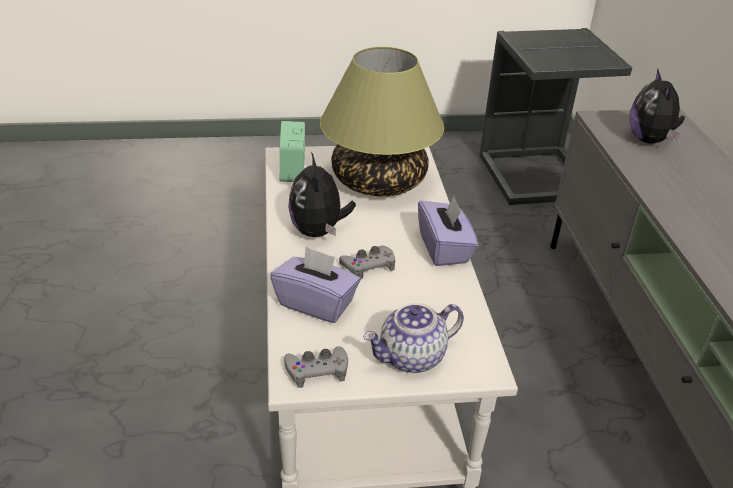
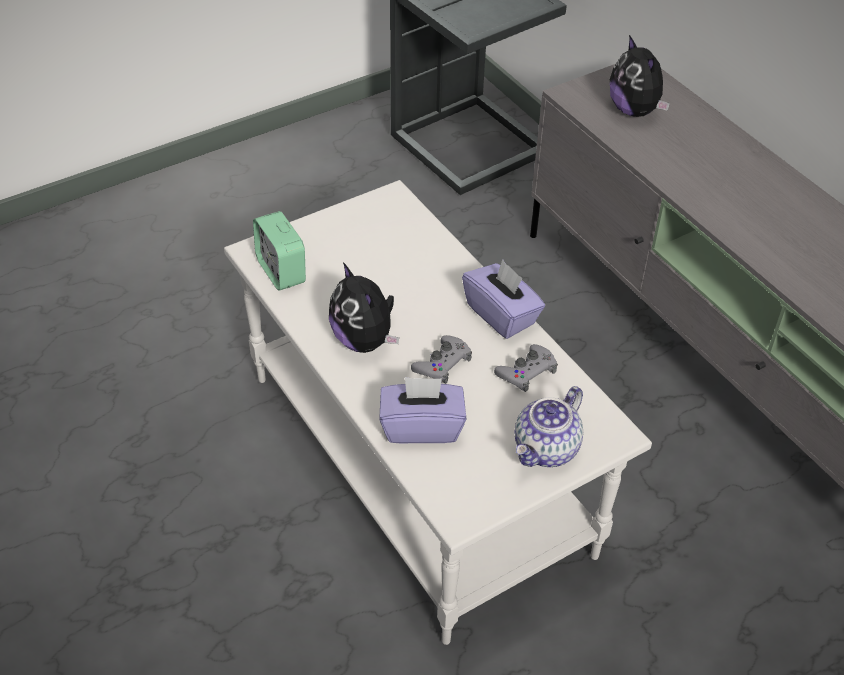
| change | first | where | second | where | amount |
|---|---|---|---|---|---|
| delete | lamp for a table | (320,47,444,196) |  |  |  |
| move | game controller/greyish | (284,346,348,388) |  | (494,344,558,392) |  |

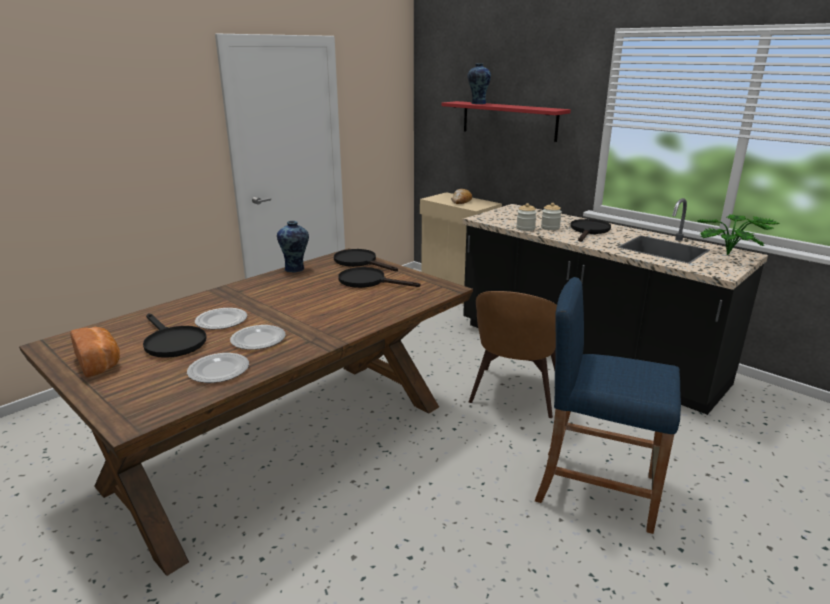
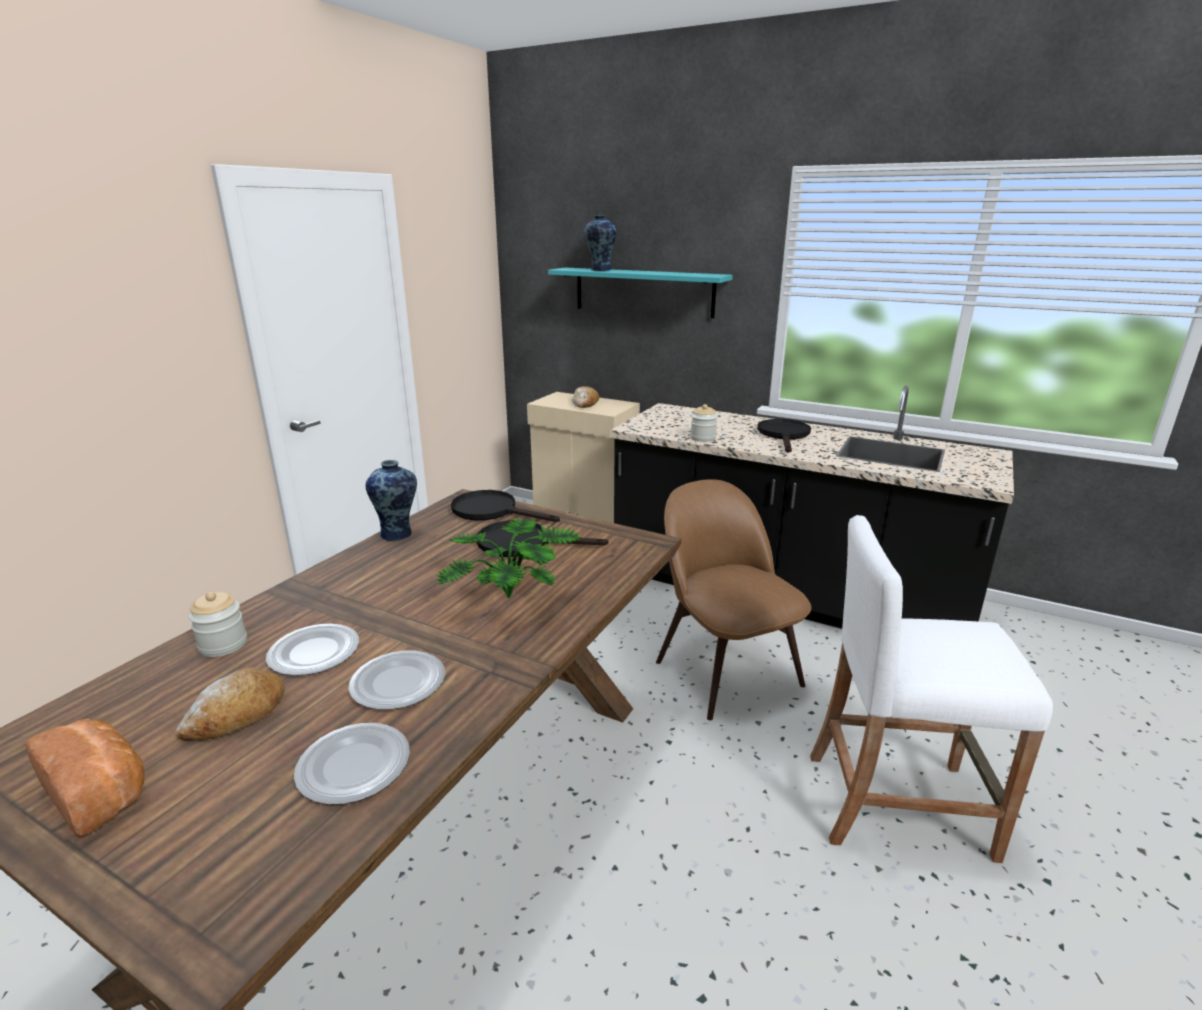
| change | first | where | second | where | amount |
|---|---|---|---|---|---|
| recolor | wall shelf/red | (442,101,571,142) | wall shelf/turquoise-coloured | (548,267,733,318) |  |
| move | jar | (541,203,562,230) |  | (188,592,247,657) |  |
| move | potted plant | (697,214,780,255) |  | (436,518,582,598) |  |
| recolor | sitting stool/blue-coloured | (535,277,681,534) | sitting stool/white | (810,515,1053,863) |  |
| rotate | plain chair/brownish | (469,291,557,418) |  | (656,479,811,720) | 150 degrees clockwise |
| replace | pan/black | (143,313,207,358) | bakery bread | (175,667,285,741) |  |

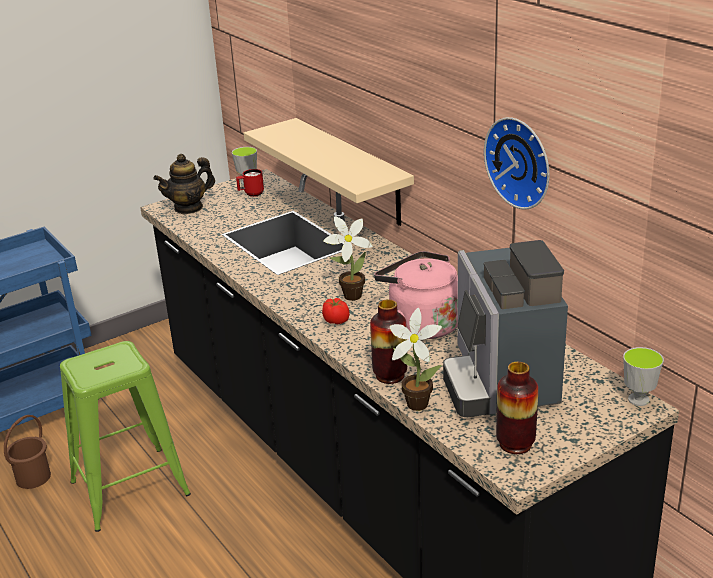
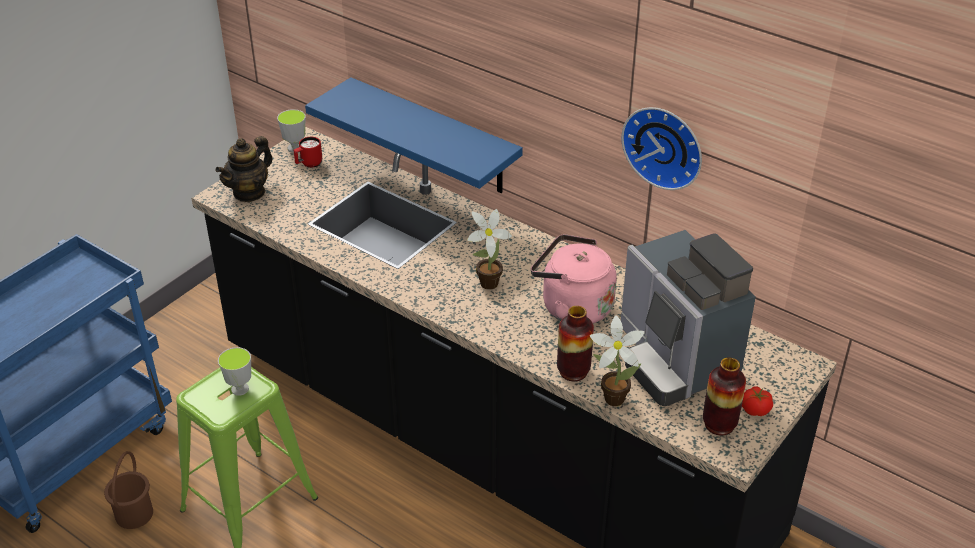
| change | first | where | second | where | amount |
|---|---|---|---|---|---|
| recolor | wall shelf/beige | (244,118,414,226) | wall shelf/blue-coloured | (305,77,523,193) |  |
| move | tomato | (322,298,350,324) |  | (742,387,773,416) |  |
| move | cup | (623,347,664,406) |  | (218,347,251,396) |  |

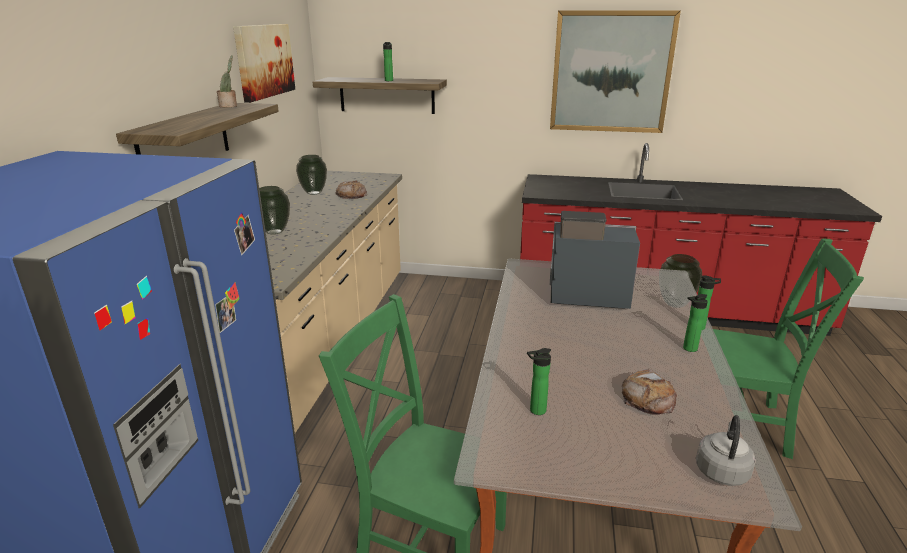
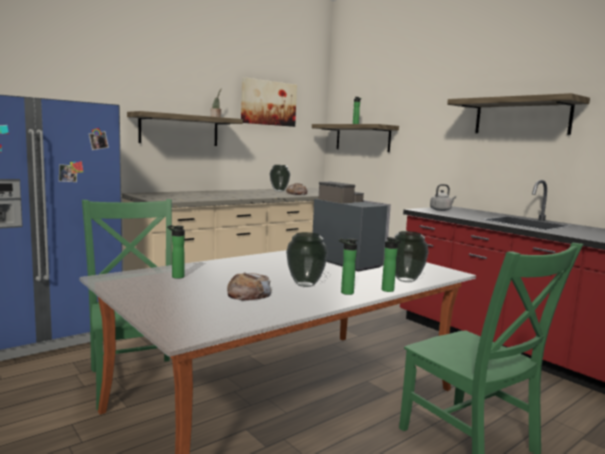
| change | first | where | second | where | amount |
|---|---|---|---|---|---|
| replace | wall picture | (550,10,681,133) | wall shelf | (447,93,590,135) |  |
| move | flower vase | (259,186,290,235) |  | (286,232,328,287) |  |
| move | tea kettle/greyish | (696,415,756,486) |  | (430,184,456,211) |  |

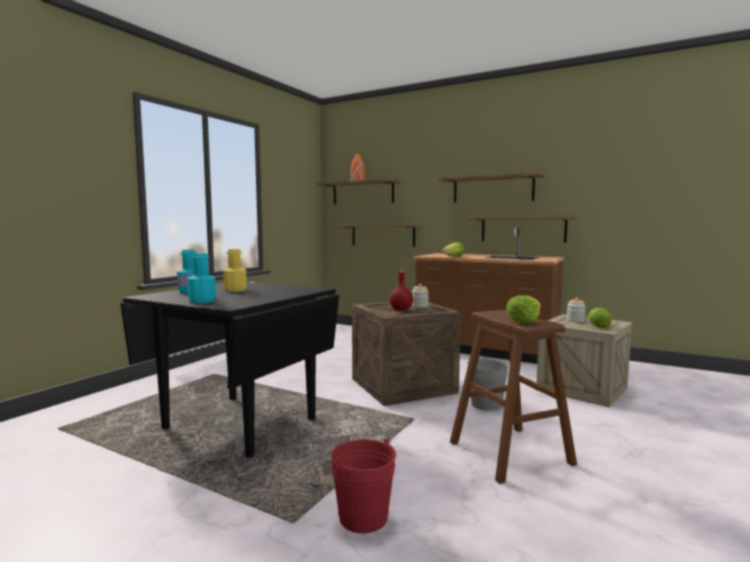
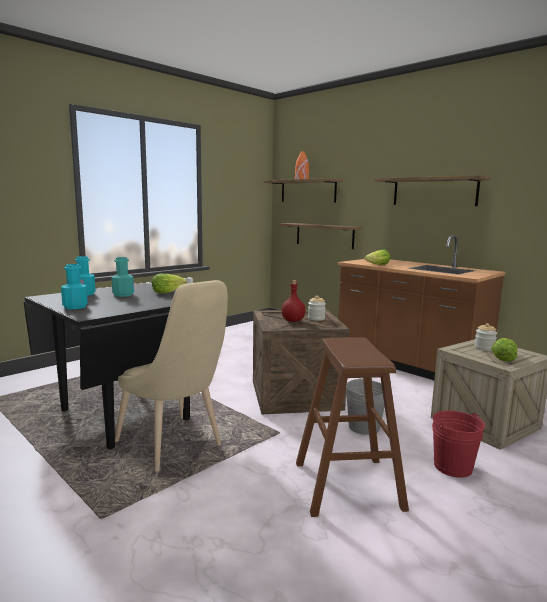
| change | first | where | second | where | amount |
|---|---|---|---|---|---|
| delete | wall shelf | (467,216,578,242) |  |  |  |
| recolor | drink bottle/yellowish | (223,249,247,292) | drink bottle/turquoise-coloured | (111,257,134,297) |  |
| move | head of lettuce | (506,295,541,324) |  | (152,273,187,294) |  |
| move | bucket/red | (331,439,396,533) |  | (432,411,485,478) |  |
| insert |  |  | plain chair/beige | (115,280,228,472) |  |

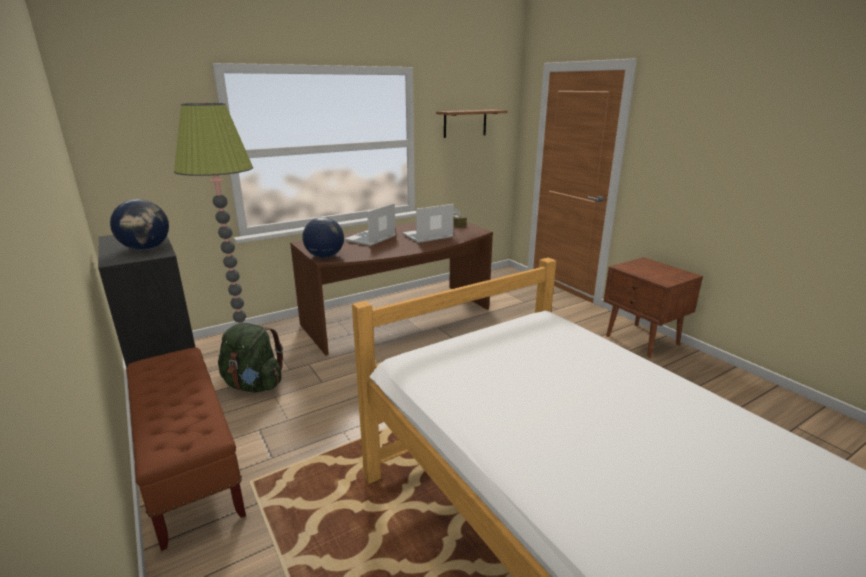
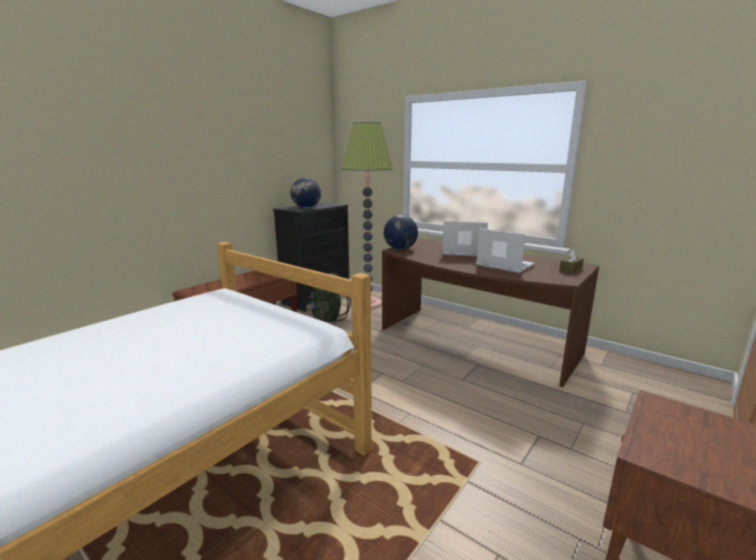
| change | first | where | second | where | amount |
|---|---|---|---|---|---|
| delete | wall shelf | (436,110,507,138) |  |  |  |

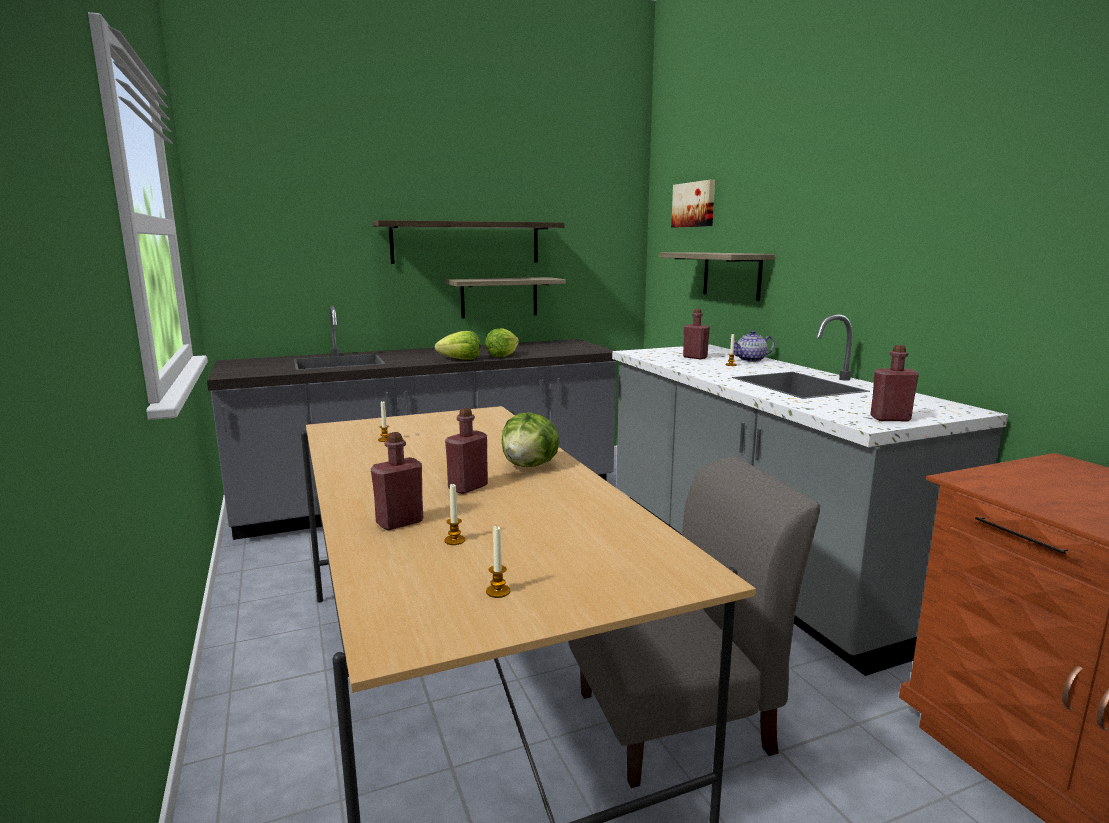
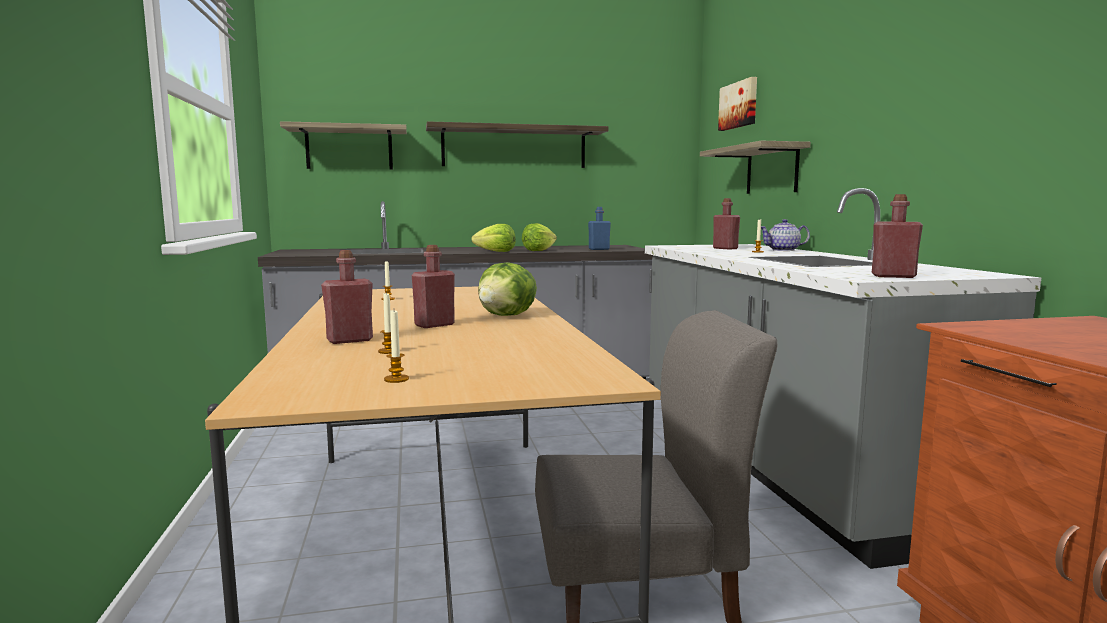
| change | first | where | second | where | amount |
|---|---|---|---|---|---|
| move | wall shelf | (446,277,566,318) |  | (280,121,407,170) |  |
| insert |  |  | drink bottle/blue-coloured | (588,207,611,250) |  |

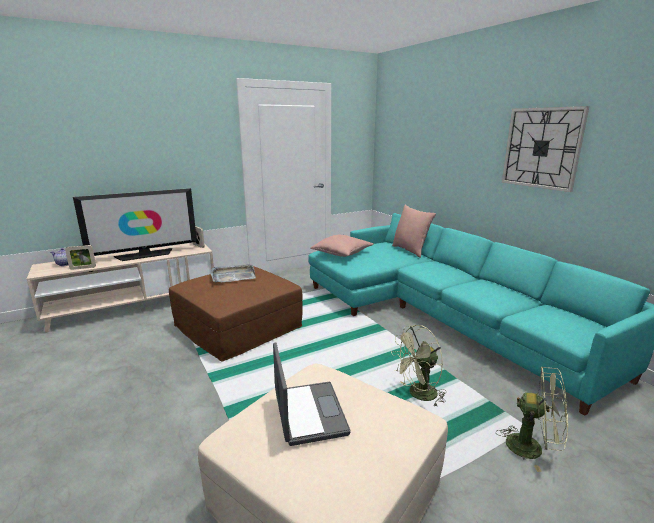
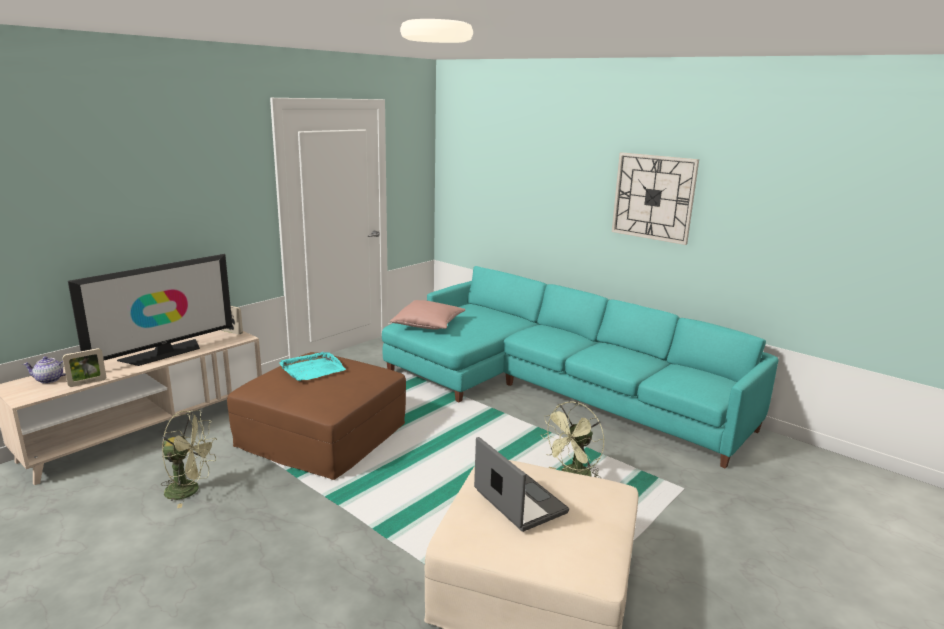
| change | first | where | second | where | amount |
|---|---|---|---|---|---|
| delete | pillow/pink | (392,205,436,258) |  |  |  |
| recolor | serving tray/greyish | (211,264,256,283) | serving tray/turquoise-coloured | (280,352,346,381) |  |
| move | fan/green-coloured | (496,366,568,472) |  | (161,410,217,508) |  |

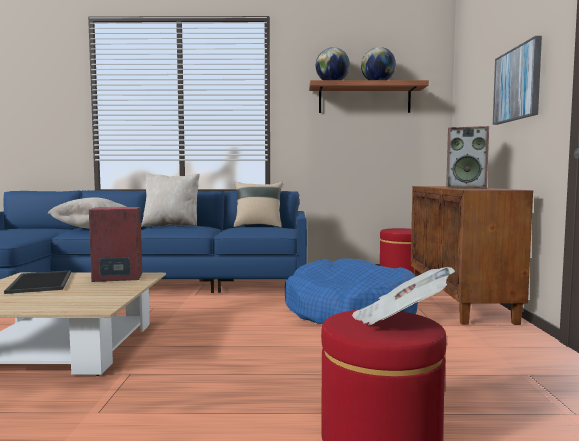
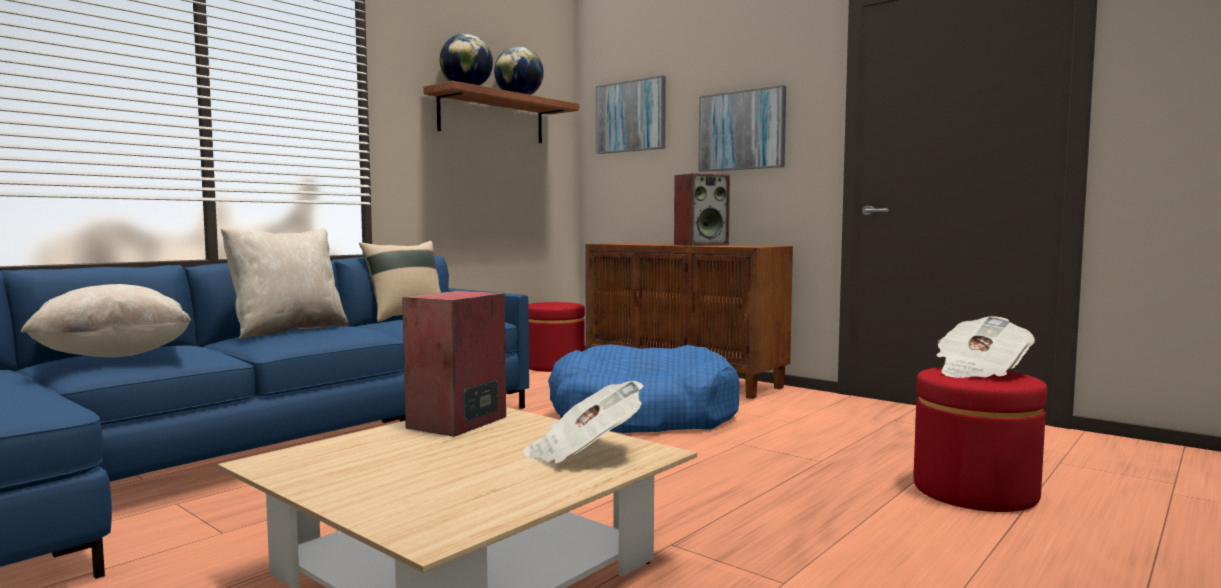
| change | first | where | second | where | amount |
|---|---|---|---|---|---|
| delete | serving tray | (4,271,71,294) |  |  |  |
| insert |  |  | wall picture | (596,75,666,154) |  |
| insert |  |  | printed paper | (522,381,644,463) |  |

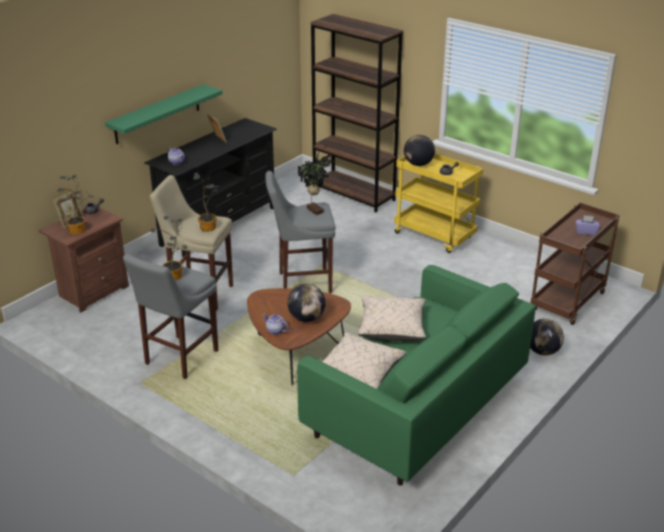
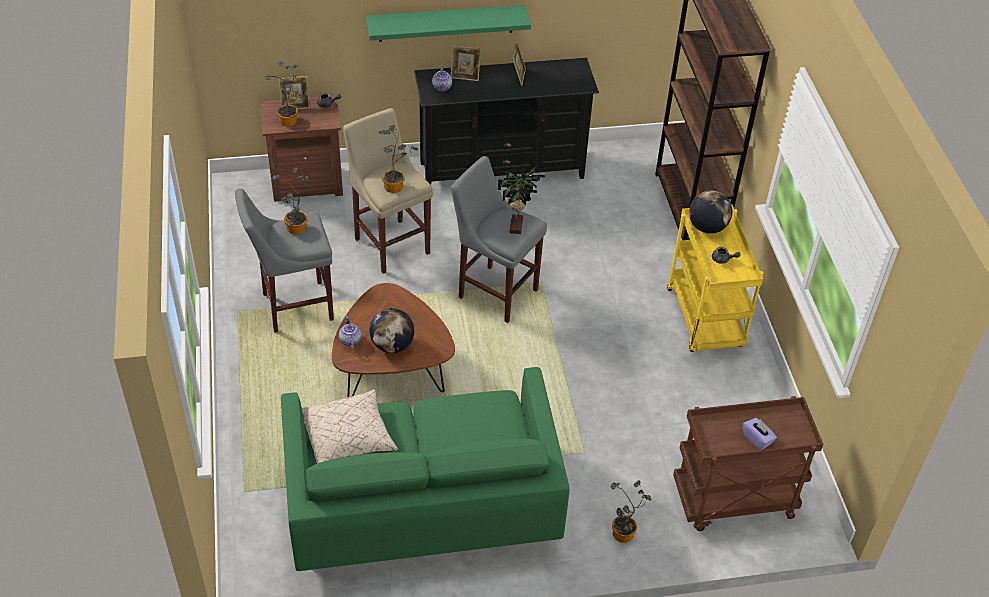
| change | first | where | second | where | amount |
|---|---|---|---|---|---|
| delete | pillow/beige | (358,296,426,341) |  |  |  |
| replace | world globe | (530,319,564,355) | potted plant | (610,480,652,543) |  |
| insert |  |  | standing frame | (451,46,481,81) |  |

